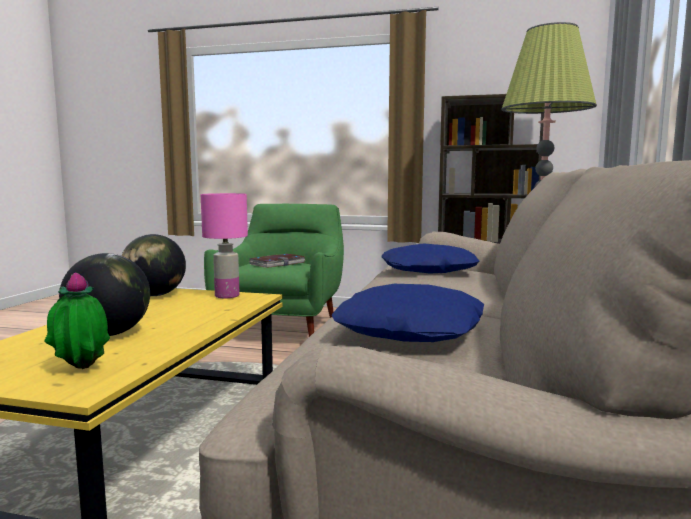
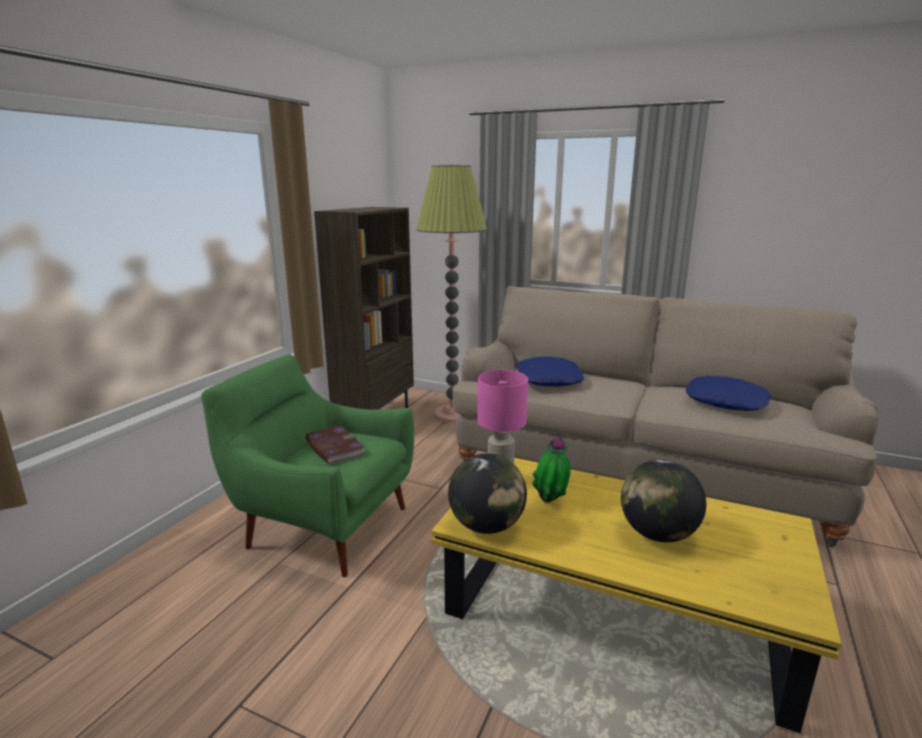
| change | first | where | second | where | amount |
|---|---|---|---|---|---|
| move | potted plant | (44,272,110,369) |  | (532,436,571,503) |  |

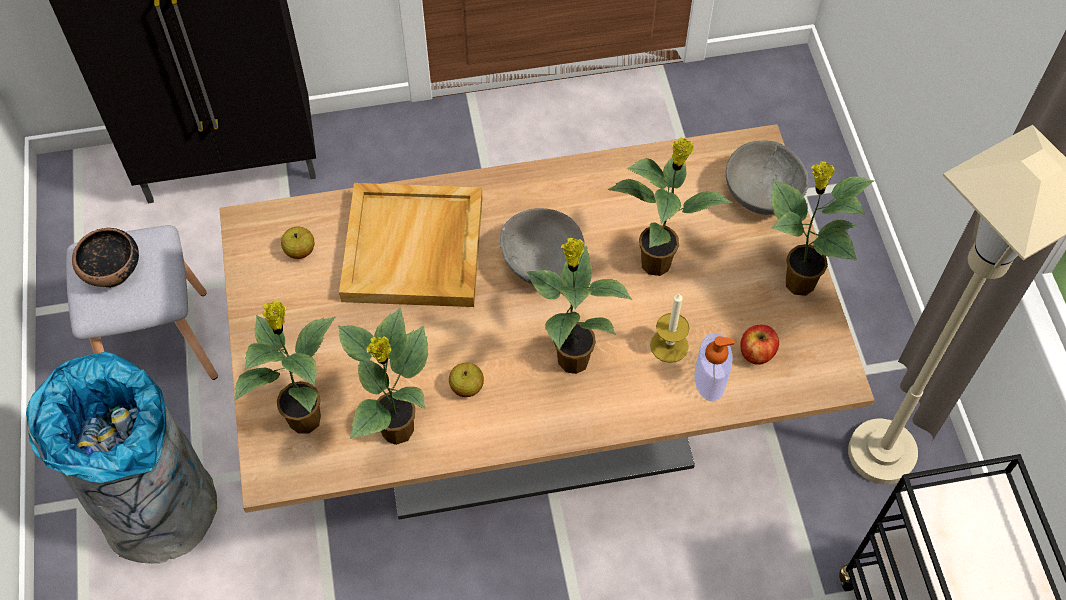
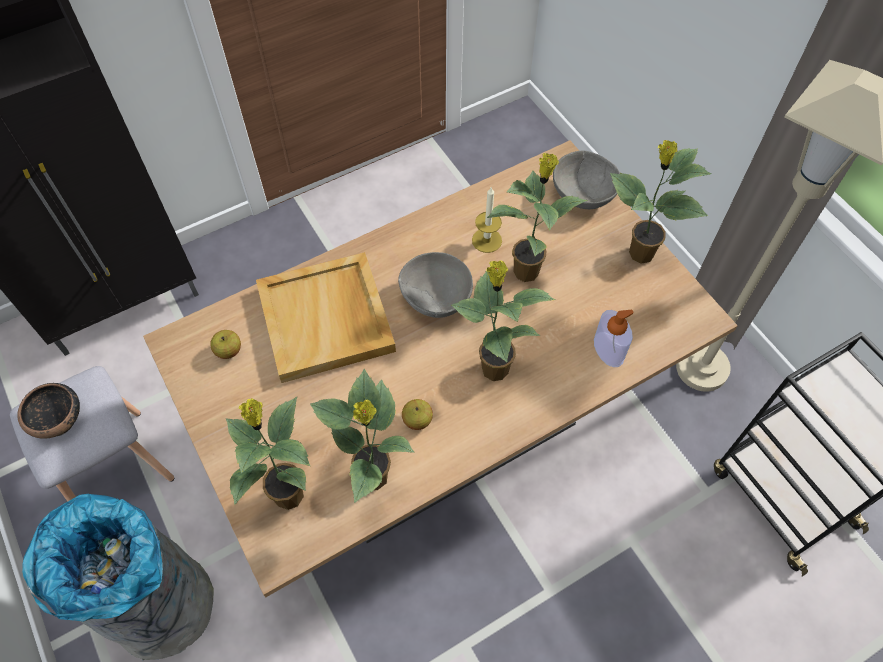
| change | first | where | second | where | amount |
|---|---|---|---|---|---|
| move | candle | (650,292,690,363) |  | (472,186,502,253) |  |
| delete | apple fruit | (740,325,779,365) |  |  |  |

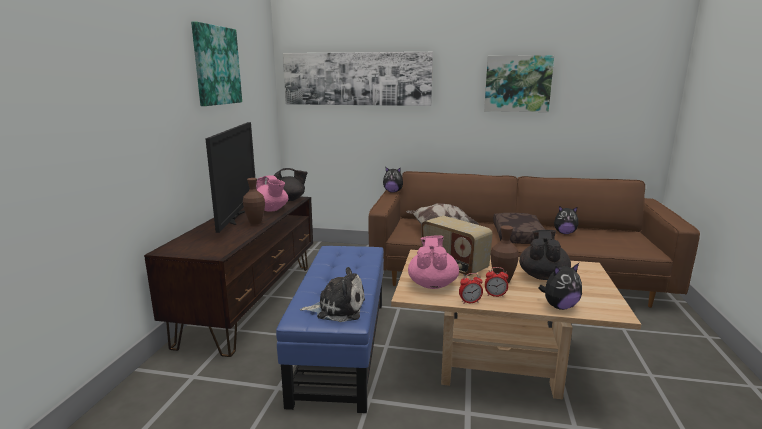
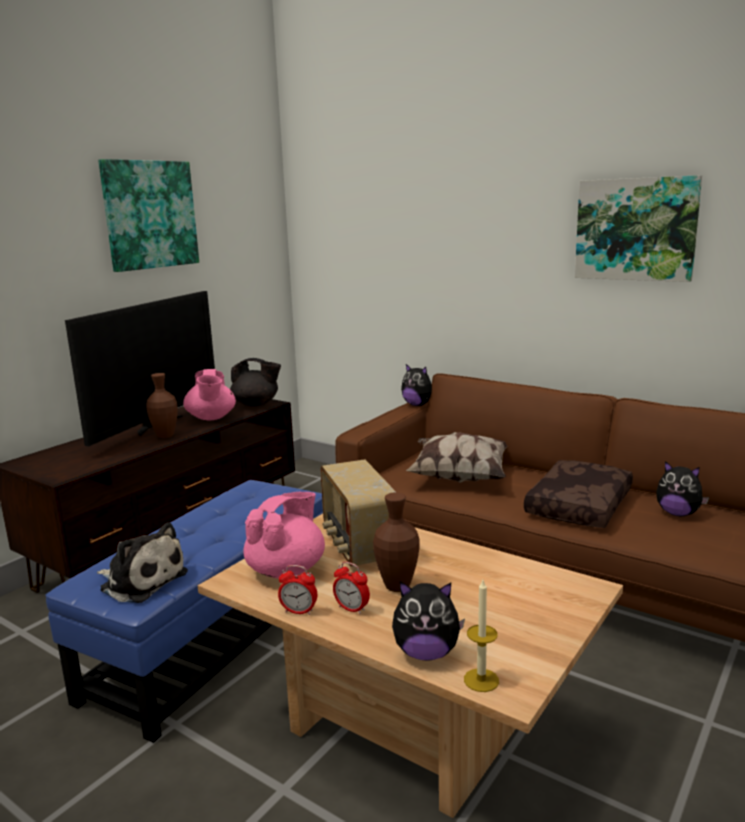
| change | first | where | second | where | amount |
|---|---|---|---|---|---|
| delete | wall picture | (283,52,433,106) |  |  |  |
| delete | tea pot/black | (519,230,571,280) |  |  |  |
| insert |  |  | candle | (464,580,499,692) |  |

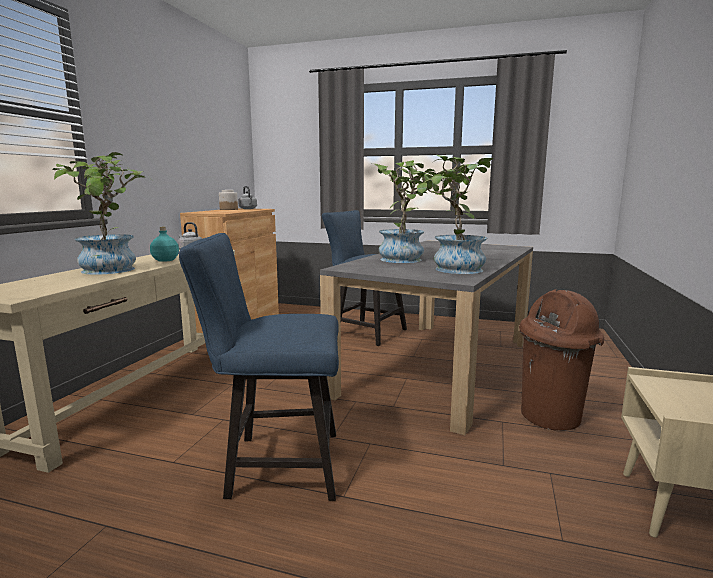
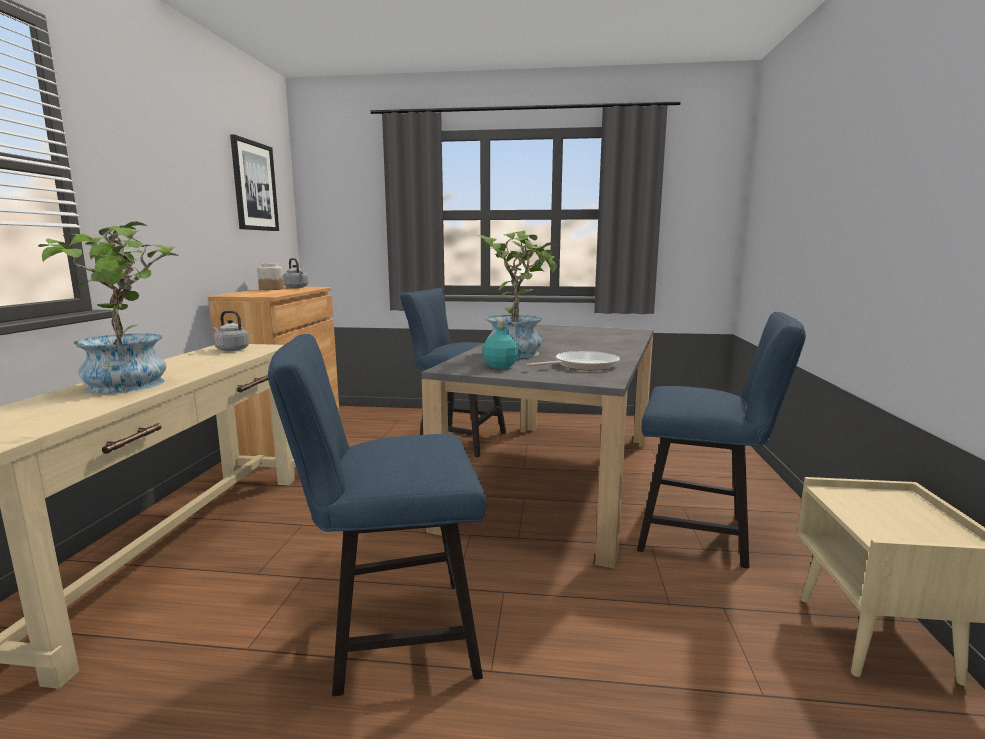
| change | first | where | second | where | amount |
|---|---|---|---|---|---|
| replace | potted plant | (414,155,493,274) | pan | (526,351,620,371) |  |
| move | drink bottle/turquoise-coloured | (150,227,179,262) |  | (482,321,519,369) |  |
| replace | rubbish bin/brownish | (519,289,604,430) | plain chair/blue-coloured | (637,312,806,569) |  |
| insert |  |  | wall picture | (230,134,279,231) |  |

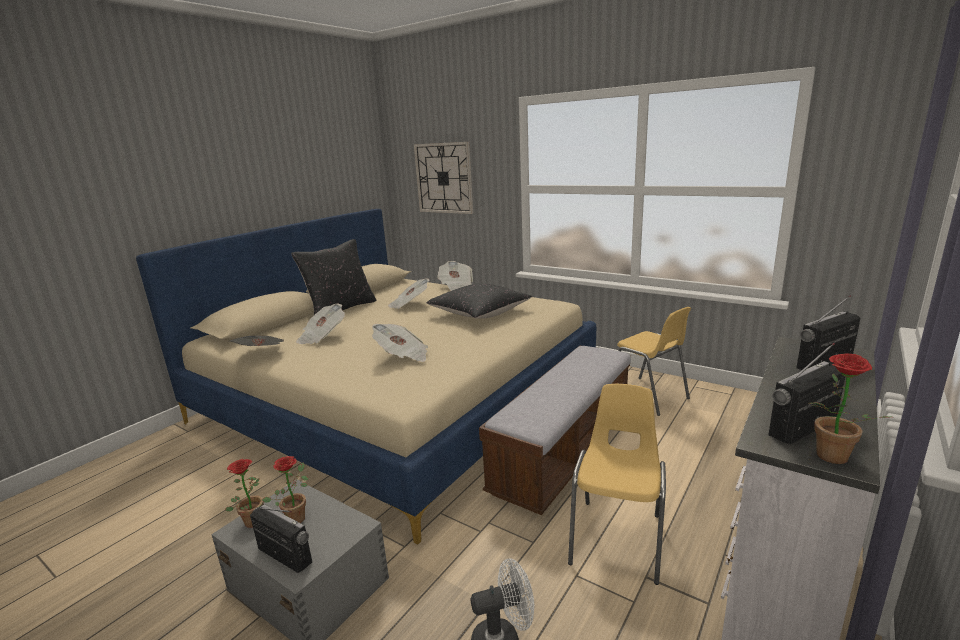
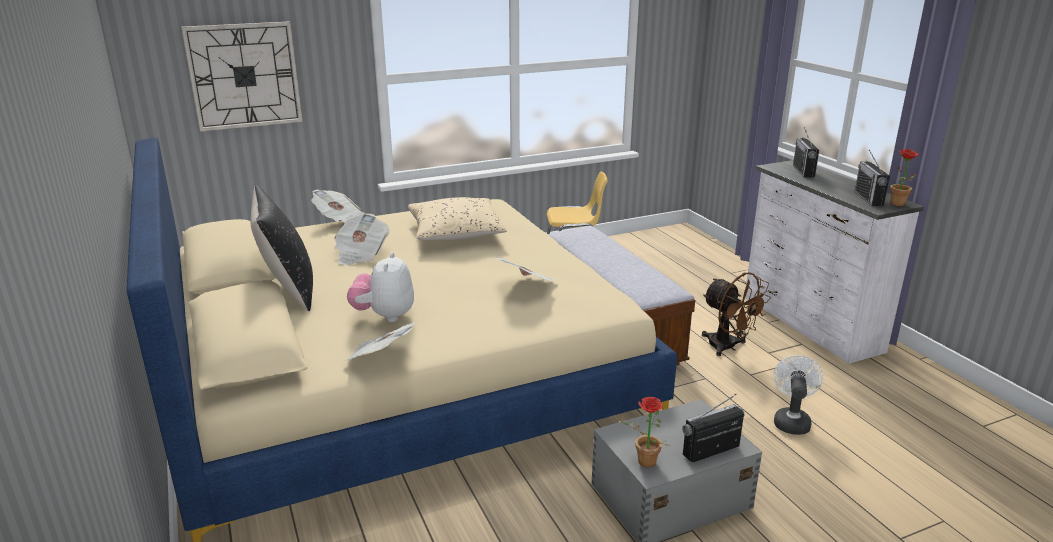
| change | first | where | second | where | amount |
|---|---|---|---|---|---|
| recolor | pillow/black | (427,284,532,319) | pillow/beige | (408,197,507,240) |  |
| replace | printed paper | (296,303,345,344) | cuddly toy | (347,252,414,322) |  |
| replace | plain chair/yellowish | (568,384,666,585) | fan/brownish | (702,272,771,356) |  |
| delete | potted plant | (262,456,308,523) |  |  |  |

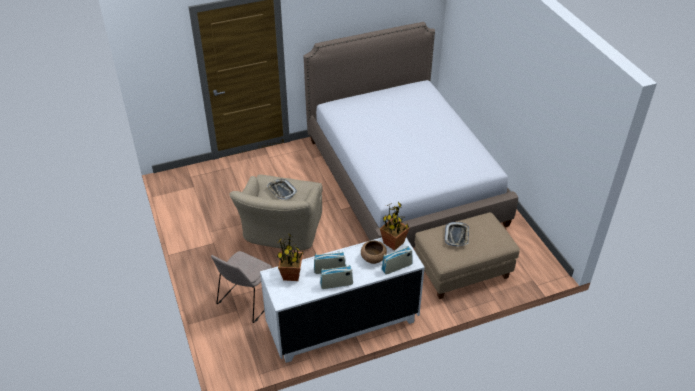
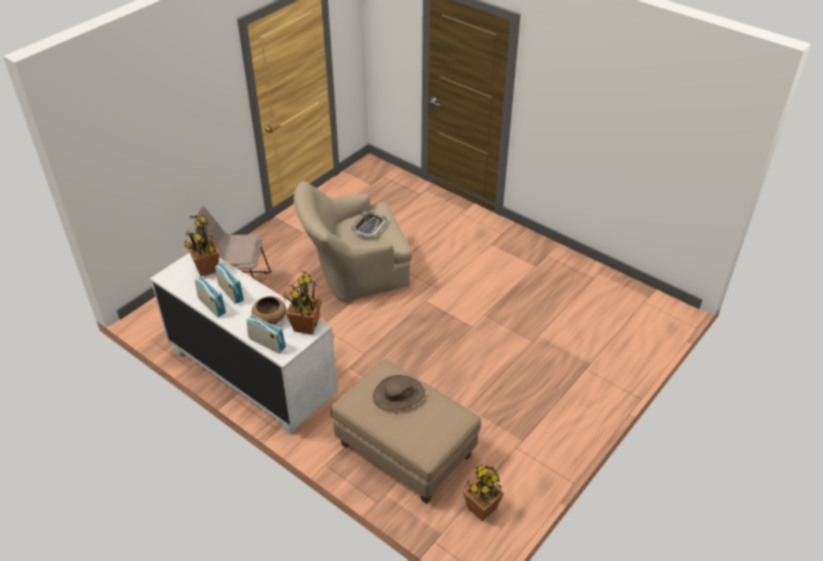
| change | first | where | second | where | amount |
|---|---|---|---|---|---|
| delete | bedroom bed | (304,22,518,248) |  |  |  |
| replace | serving tray | (444,222,469,247) | hat/brownish | (373,375,425,411) |  |
| insert |  |  | potted plant | (463,465,504,521) |  |

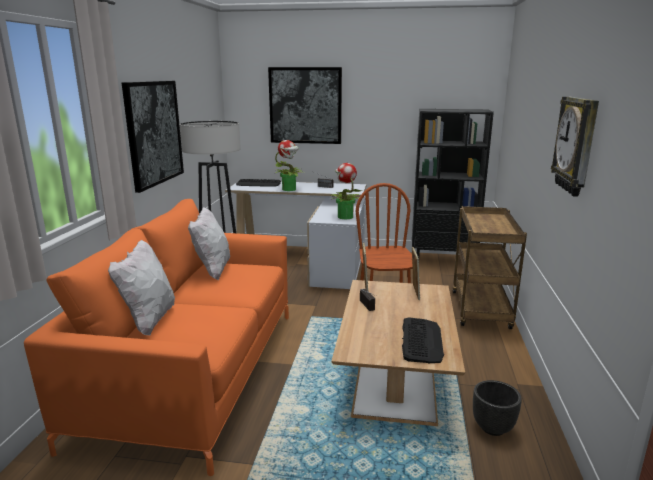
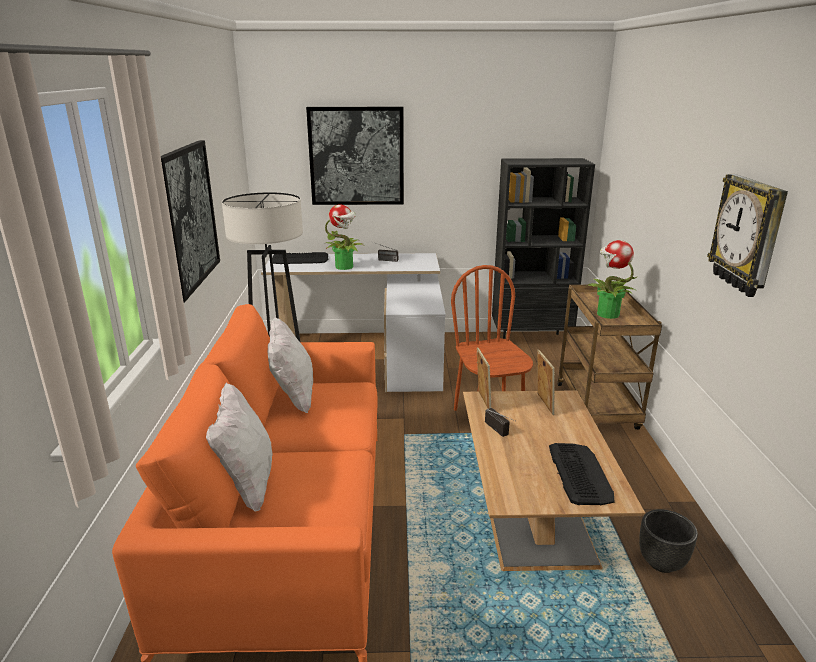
| change | first | where | second | where | amount |
|---|---|---|---|---|---|
| move | potted plant | (330,163,362,219) |  | (588,240,637,319) |  |

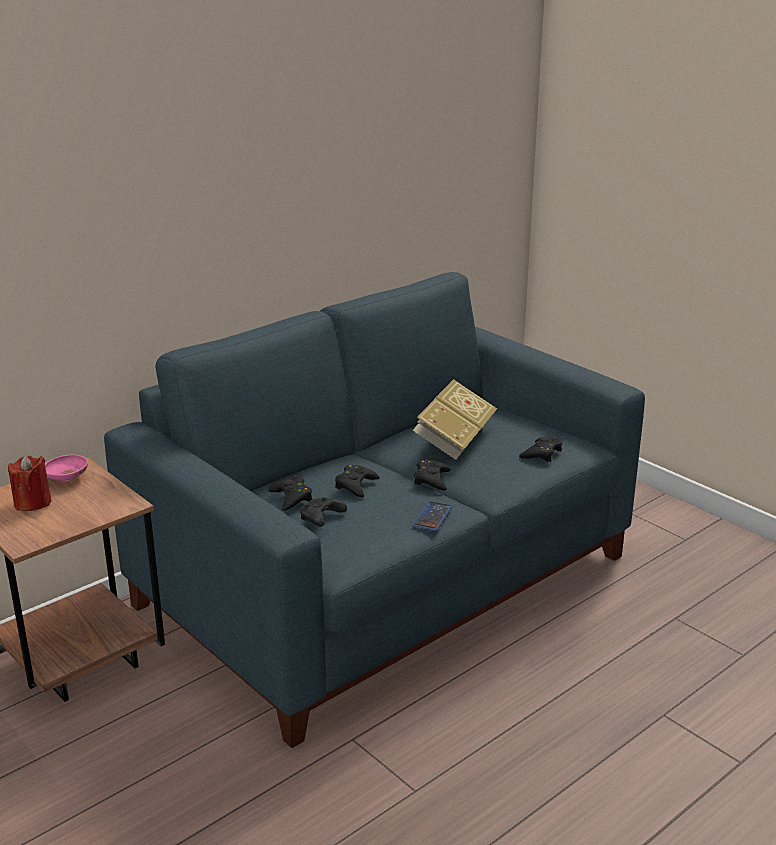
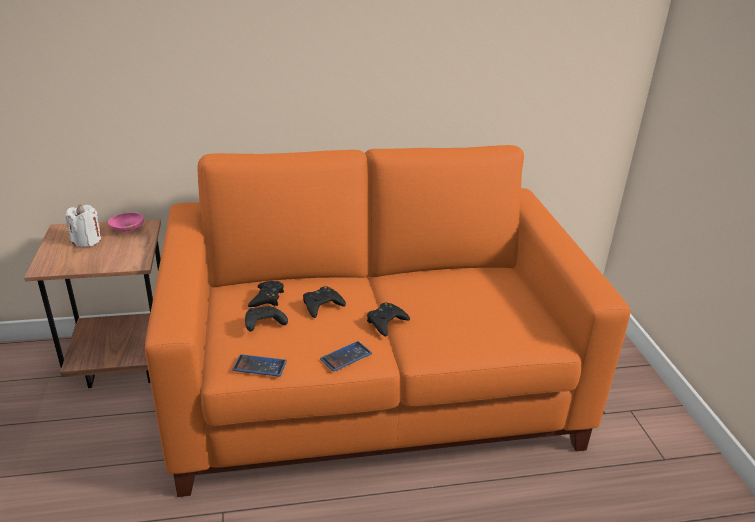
| change | first | where | second | where | amount |
|---|---|---|---|---|---|
| recolor | sofa/blue-coloured | (104,272,645,748) | sofa/orangey | (145,145,631,497) |  |
| delete | volume | (413,379,497,460) |  |  |  |
| delete | game controller/black | (519,437,562,462) |  |  |  |
| recolor | candle/red | (8,455,51,511) | candle/white | (65,204,101,247) |  |
| insert |  |  | phone | (232,354,287,377) |  |

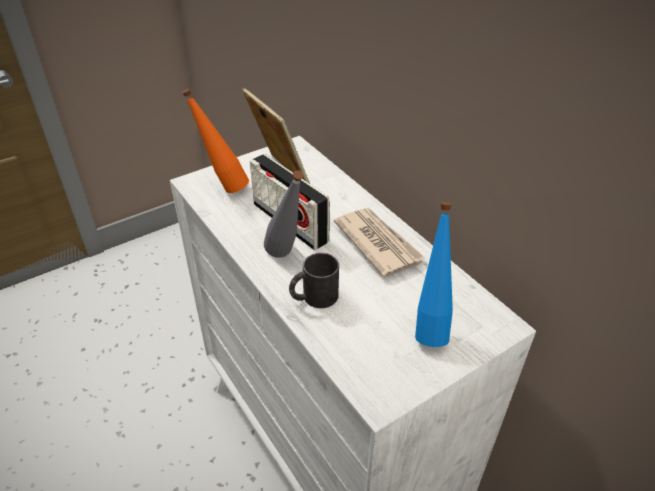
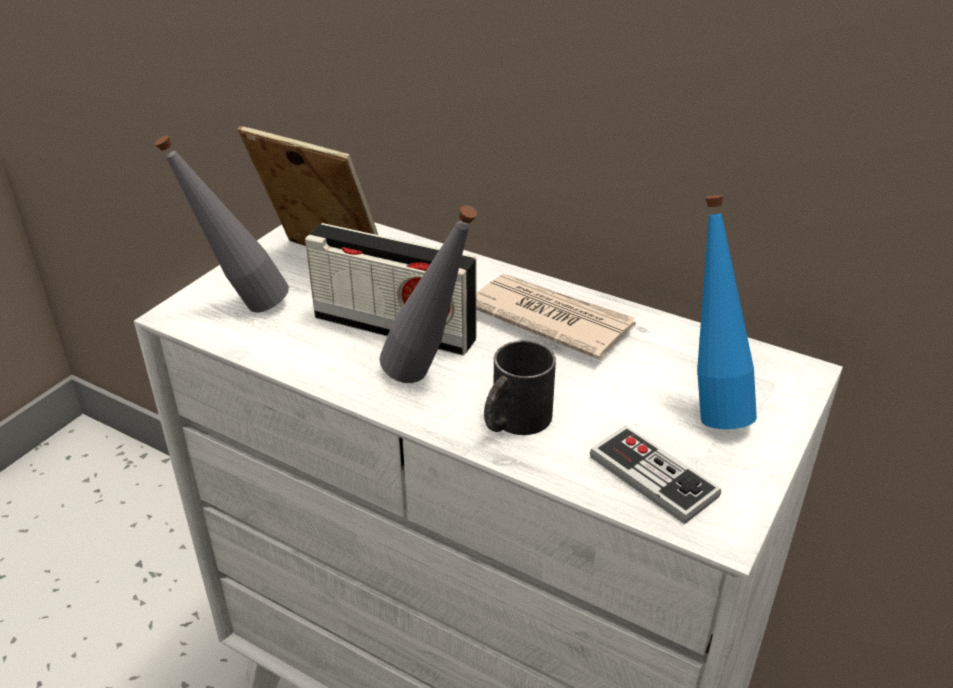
| change | first | where | second | where | amount |
|---|---|---|---|---|---|
| recolor | drink bottle/orangey | (182,89,249,193) | drink bottle/greyish | (155,136,289,313) |  |
| insert |  |  | game controller | (589,426,721,524) |  |

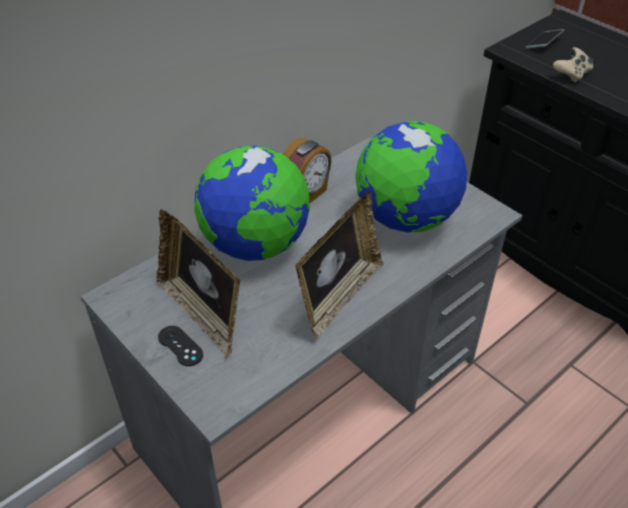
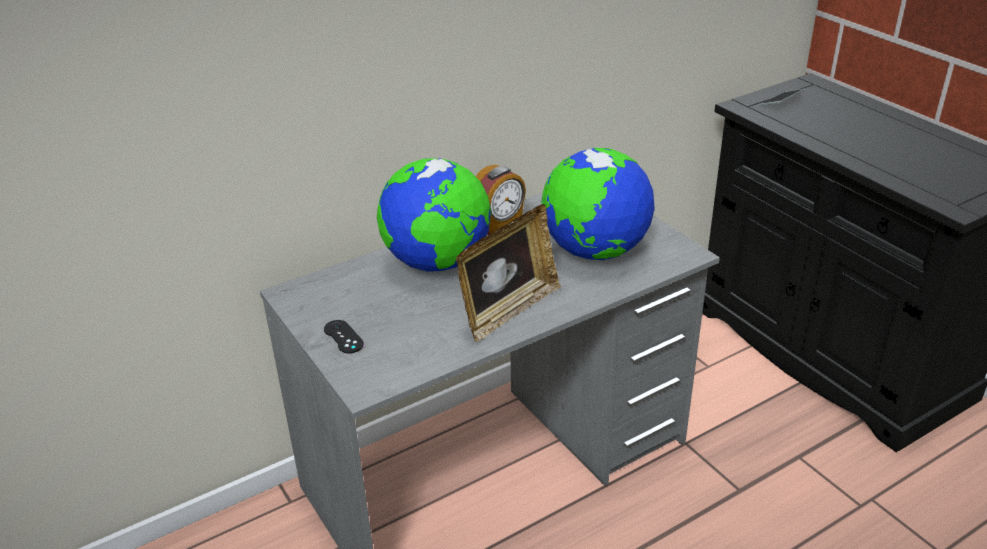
| change | first | where | second | where | amount |
|---|---|---|---|---|---|
| delete | game controller/beige | (553,47,593,83) |  |  |  |
| delete | standing frame | (157,209,240,359) |  |  |  |

